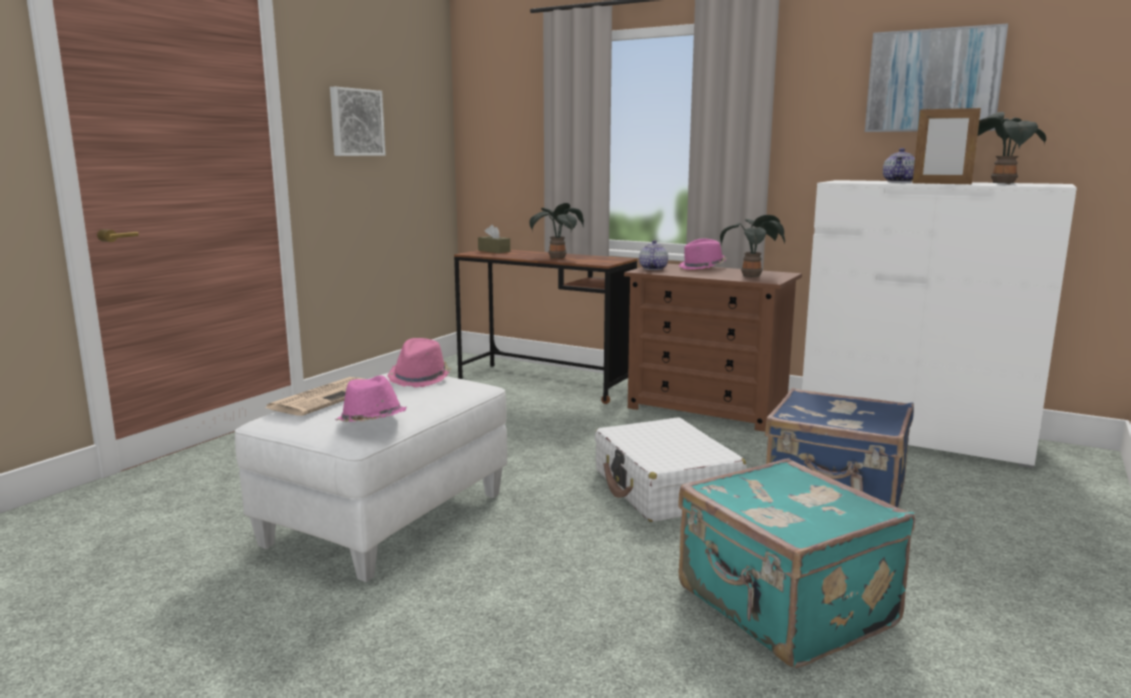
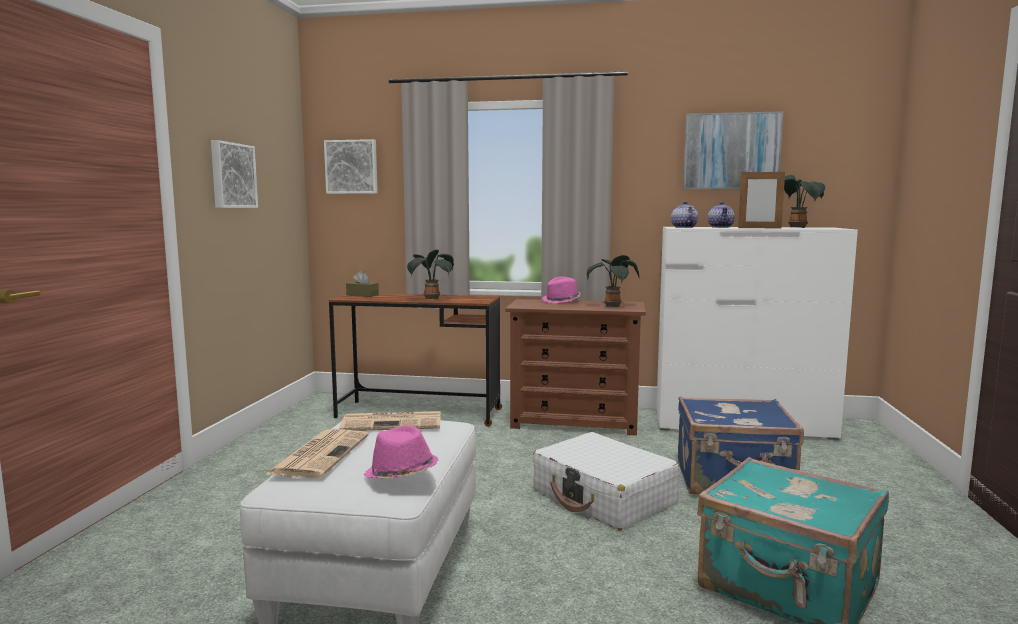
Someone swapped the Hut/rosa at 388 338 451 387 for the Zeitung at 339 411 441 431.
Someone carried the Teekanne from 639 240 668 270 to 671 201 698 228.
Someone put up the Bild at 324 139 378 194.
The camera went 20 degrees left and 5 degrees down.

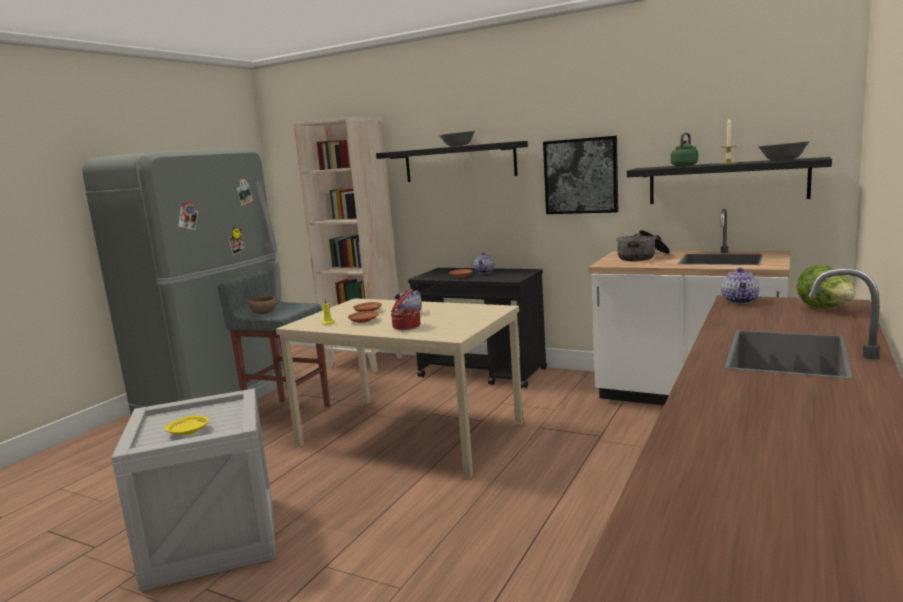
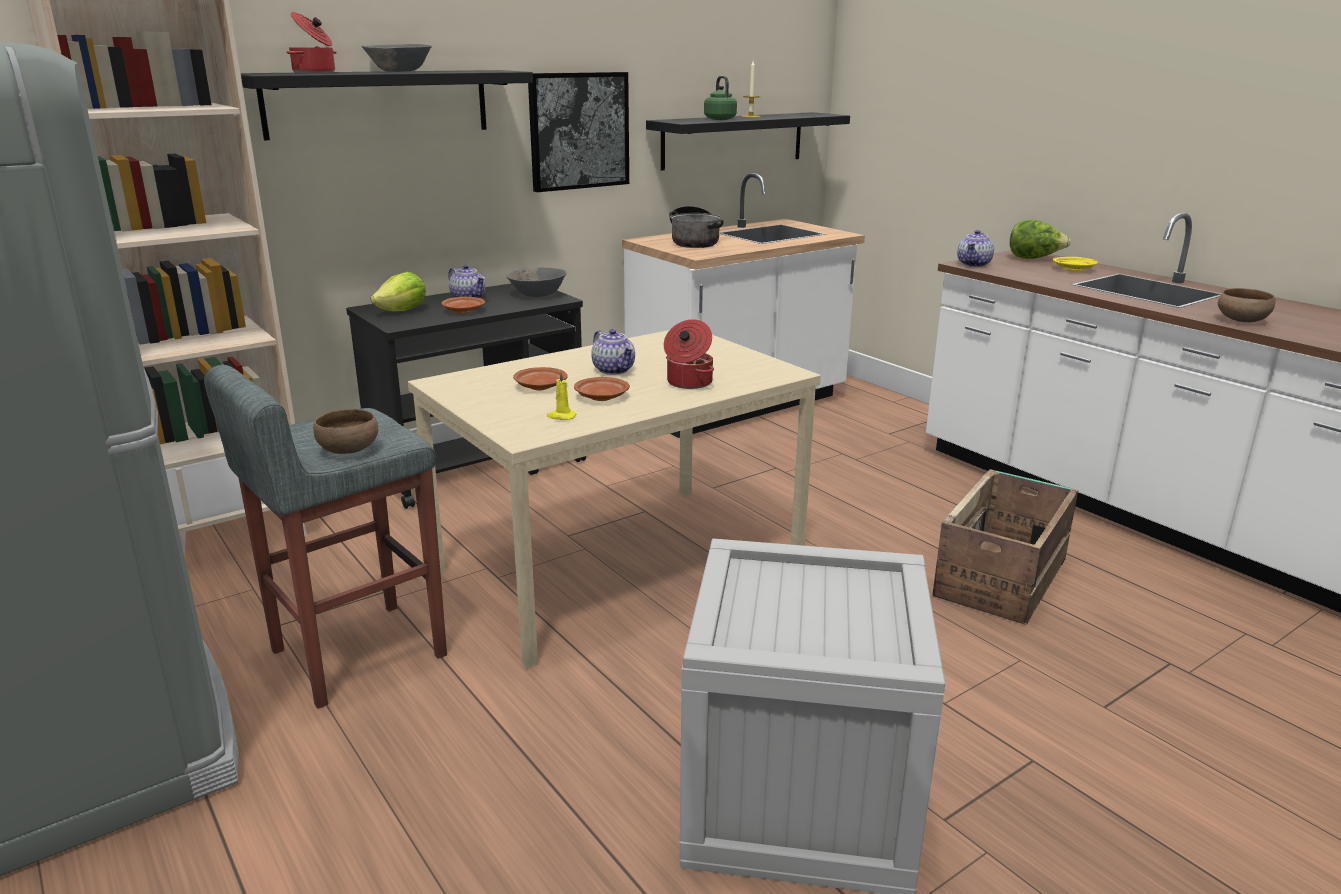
Someone carried the Teller/gelb from 165 415 209 435 to 1053 257 1098 271.
Someone rotated the Teekanne at 721 268 759 304 by 75 degrees clockwise.
Someone carried the Schüssel/grau from 758 141 809 161 to 506 267 567 297.
Someone put down the Kochtopf at 286 12 337 73.
Someone put down the Salatkopf at 371 272 426 311.
Someone put down the Kiste at 932 469 1078 625.
Someone put down the Schüssel/braun at 1218 288 1275 322.
The camera went 65 degrees left and 10 degrees up.

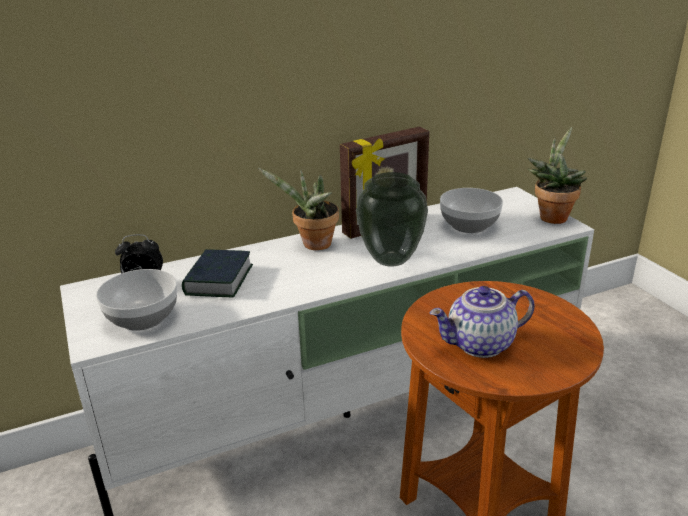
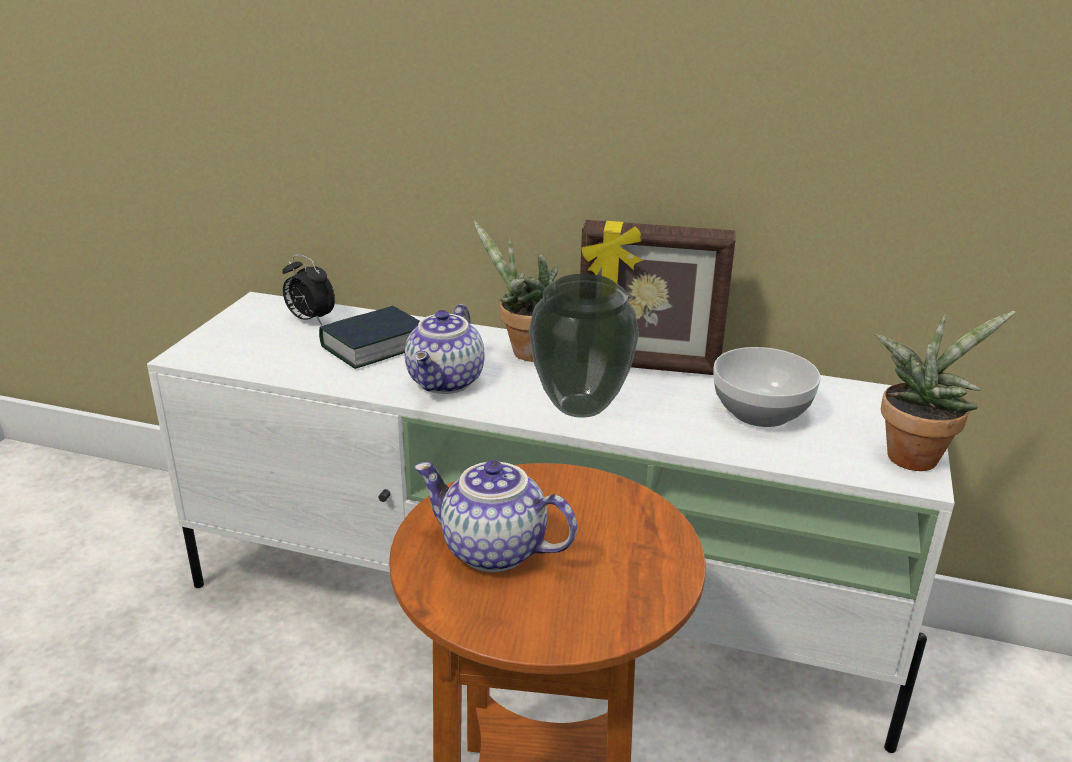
Someone took away the Schüssel at 96 269 177 331.
Someone put down the Teekanne at 405 304 485 394.
The camera went 40 degrees right and 0 degrees up.

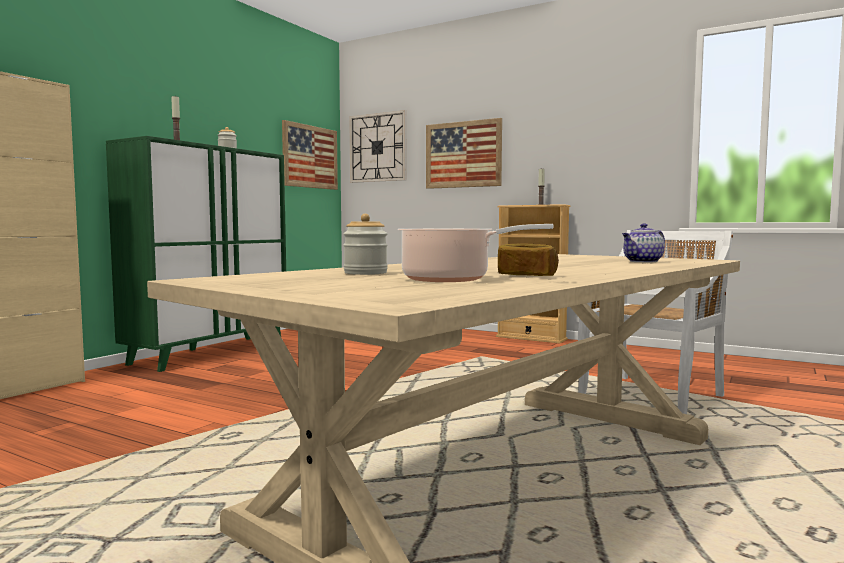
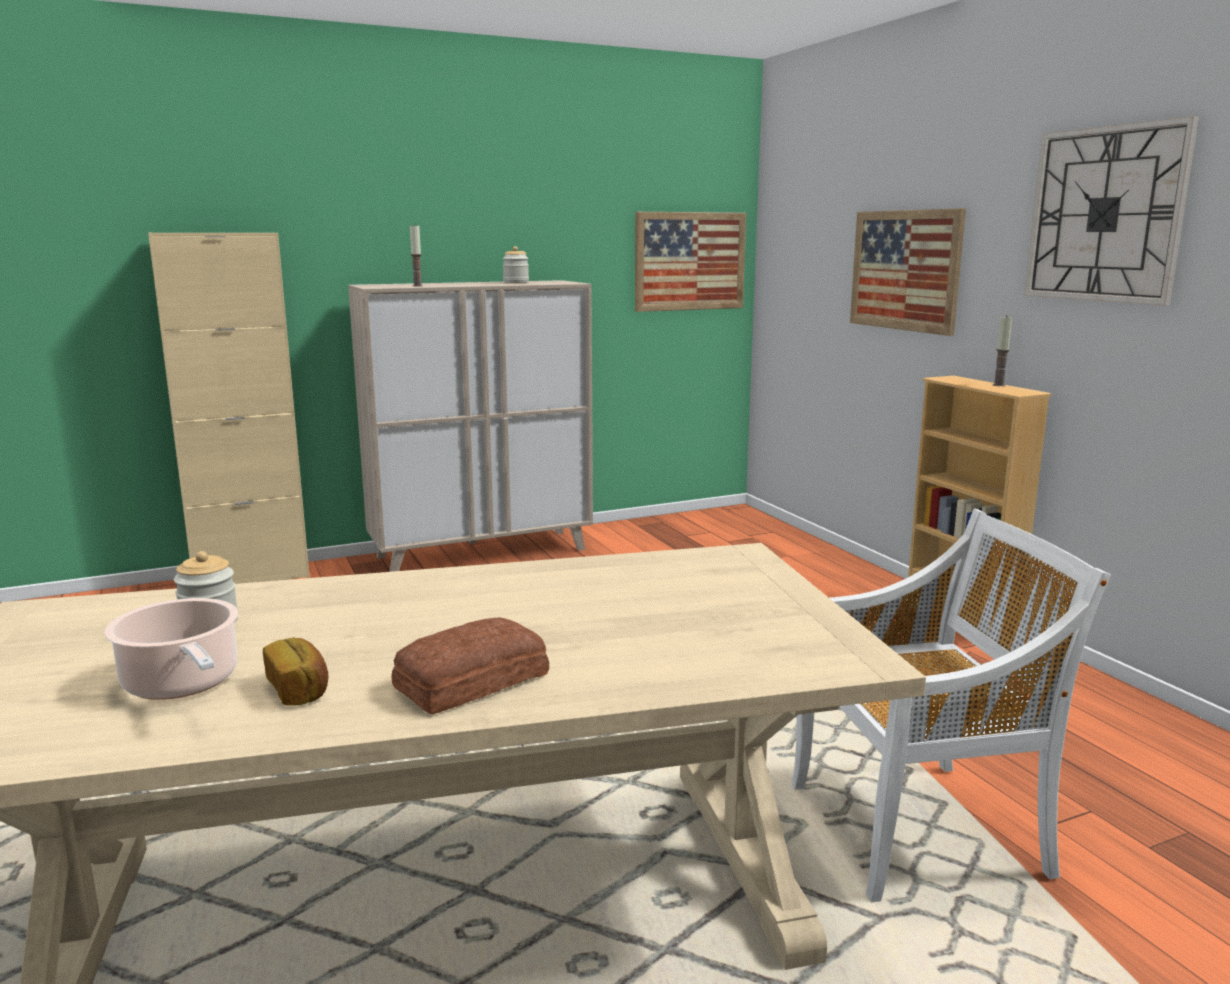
Someone repainted the Schrank/grün at 106 136 286 372, which became the Schrank/beige at 348 280 593 572.
Someone carried the Wanduhr from 349 110 406 183 to 1024 116 1199 305.
Someone took away the Teekanne at 622 223 665 262.
Someone put down the Brot at 392 618 549 715.
The camera went 35 degrees right and 10 degrees up.

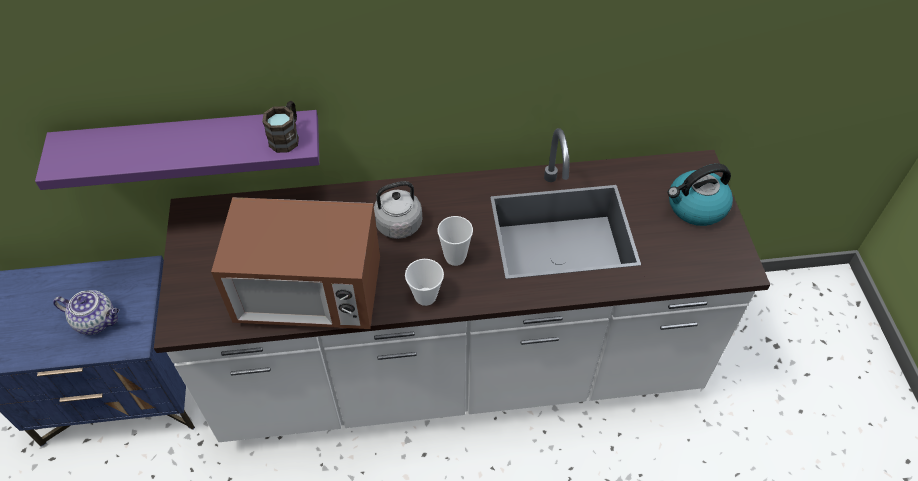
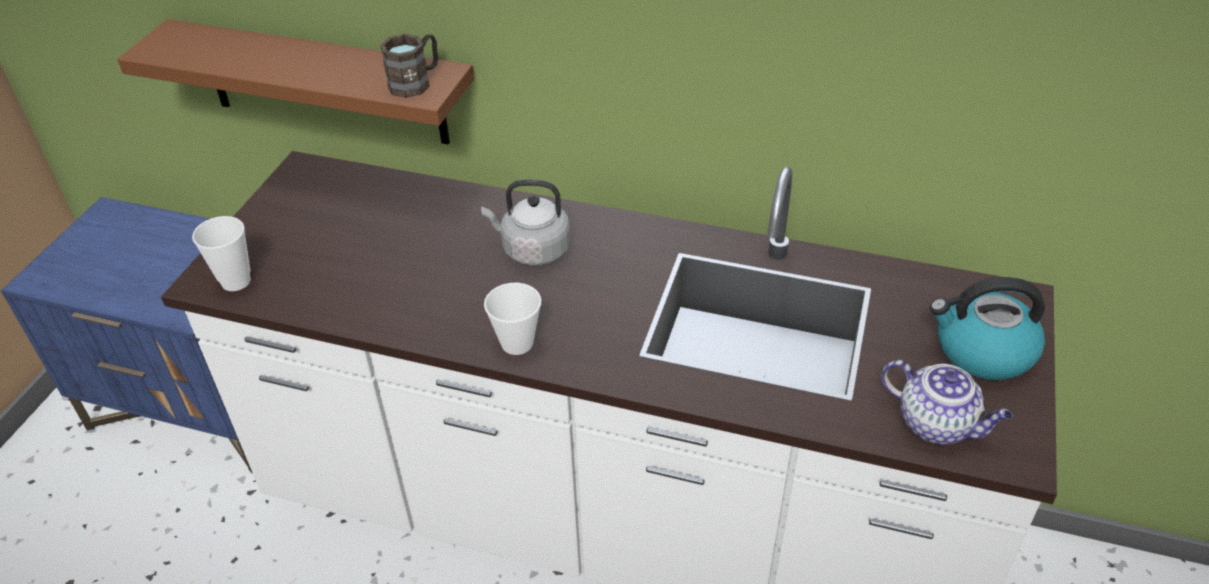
Someone repainted the Wandregal/lila at 35 110 319 190, which became the Wandregal/braun at 117 19 474 145.
Someone carried the Teekanne from 53 290 119 335 to 882 360 1013 445.
Someone took away the Mikrowelle at 211 197 380 329.
Someone carried the Tasse from 437 216 473 266 to 192 216 251 291.
The camera went 25 degrees right and 10 degrees down.

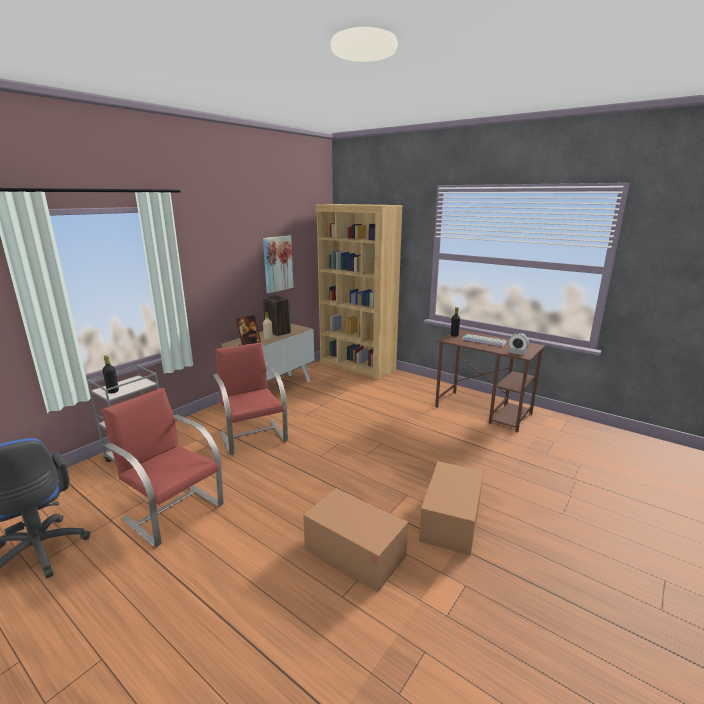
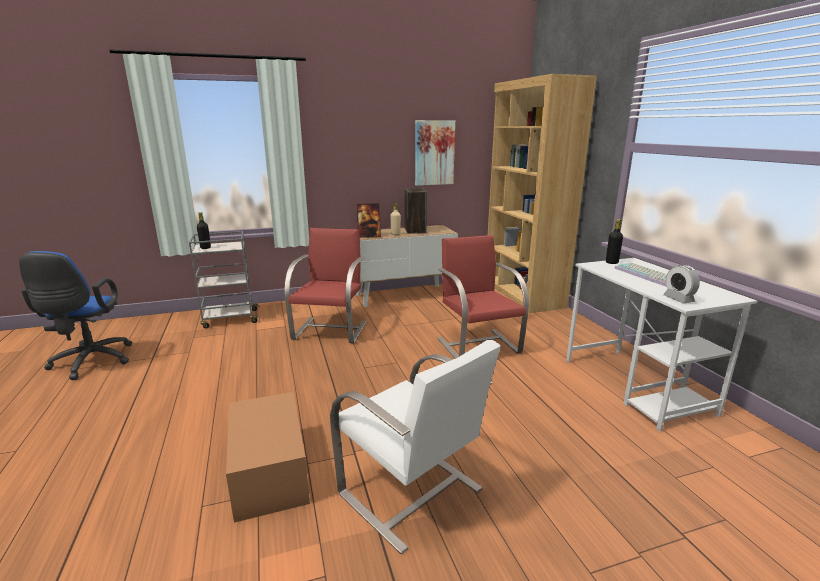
Someone carried the Stuhl/rot from 101 388 224 547 to 437 235 529 359.
Someone swapped the Karton at 419 461 483 556 for the Stuhl/weiß at 330 340 501 554.
Someone repainted the Schreibtisch/braun at 435 329 545 432, which became the Schreibtisch/weiß at 566 258 757 431.
The camera went 35 degrees right and 0 degrees up.

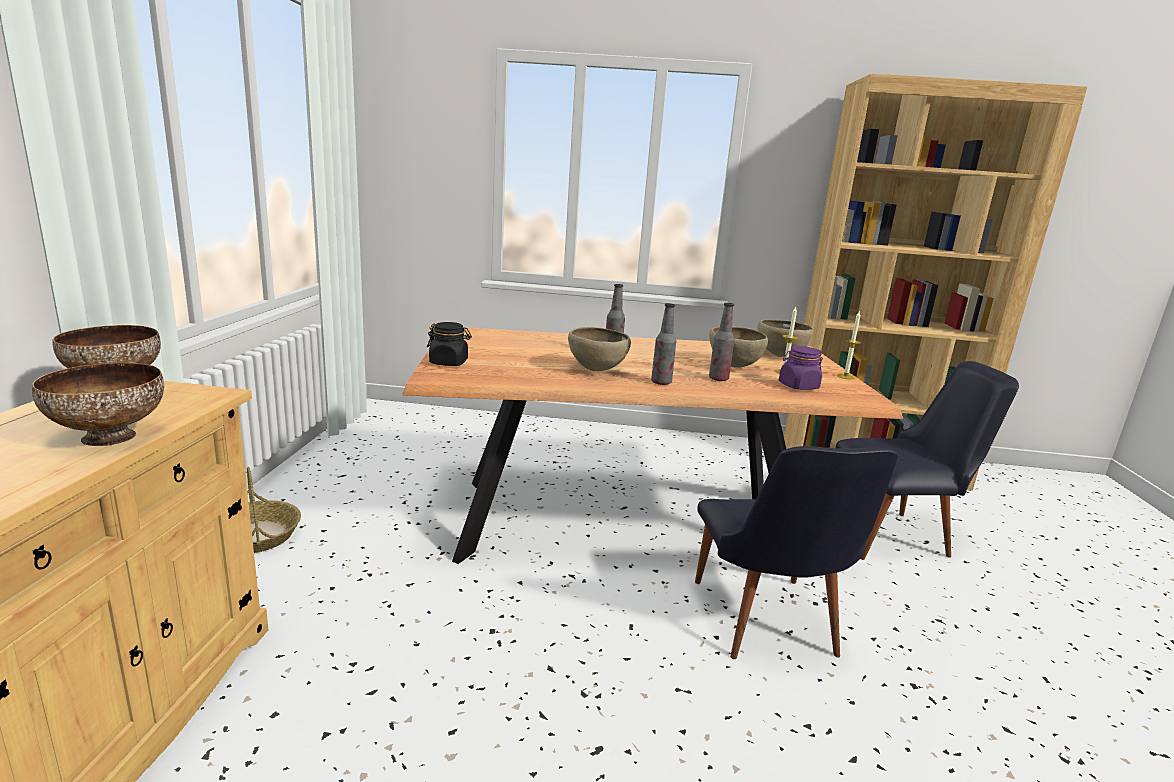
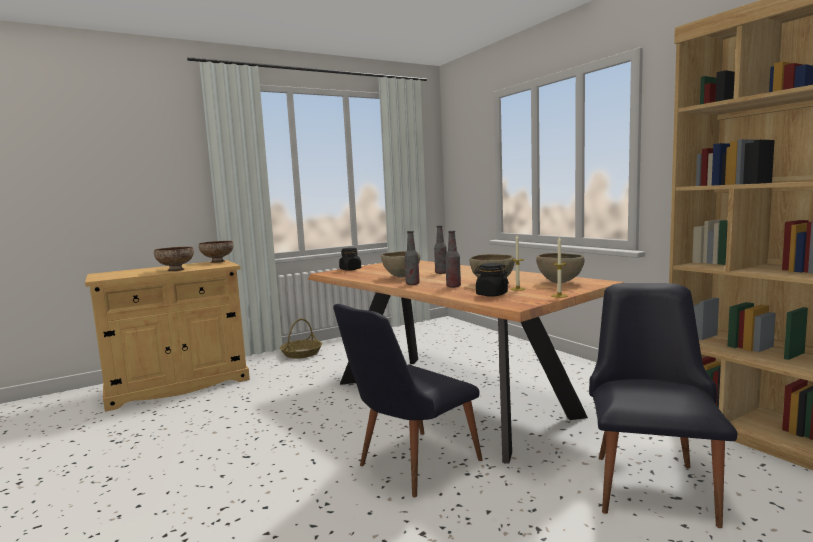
Someone repainted the Vorratsglas/lila at 779 346 823 390, which became the Vorratsglas/schwarz at 474 263 509 297.
Someone rotated the Stuhl/schwarz at 836 361 1019 560 by 120 degrees counterclockwise.
The camera went 55 degrees right and 10 degrees down.

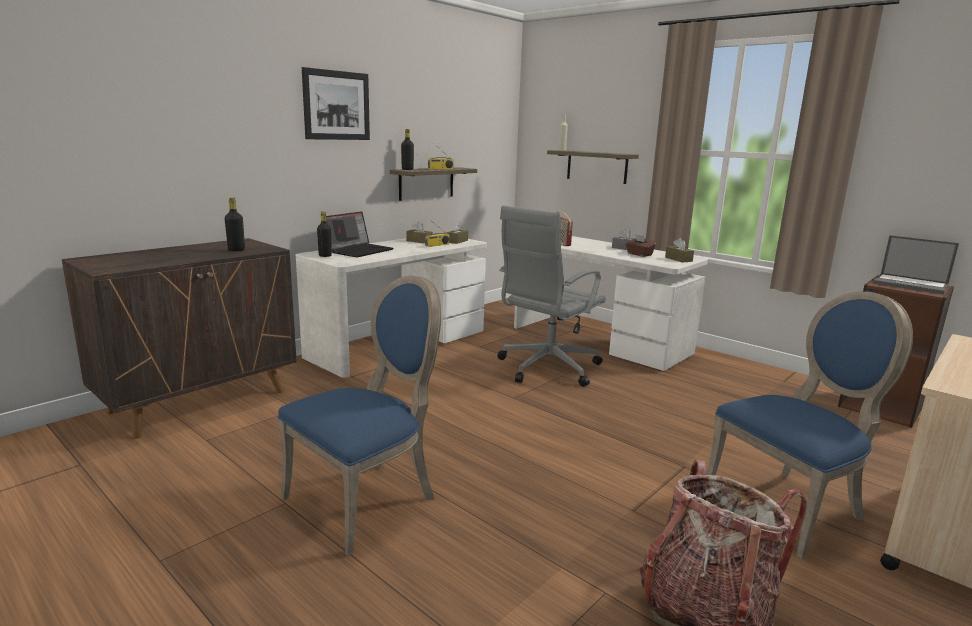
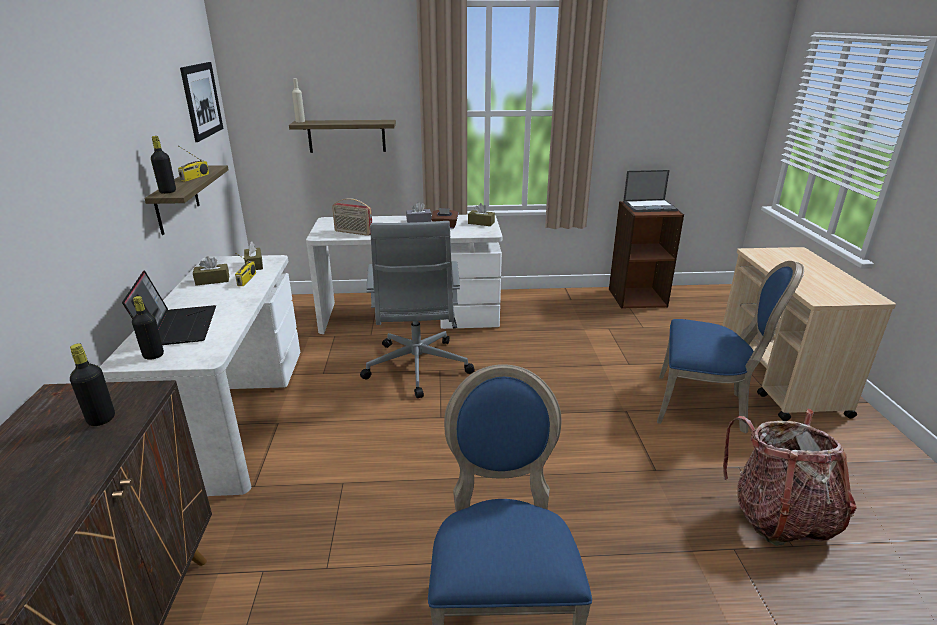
Someone carried the Bild from 302 67 370 140 to 180 62 223 142.
Someone rotated the Stuhl/blau at 706 291 913 559 by 90 degrees clockwise.
The camera went 45 degrees left and 10 degrees up.

